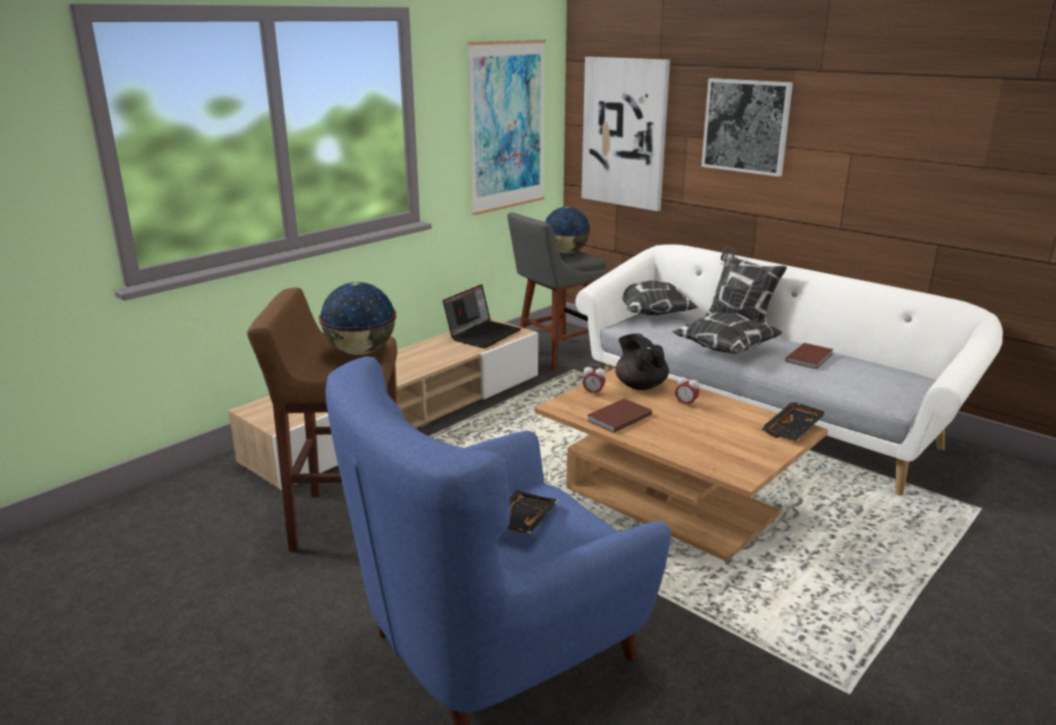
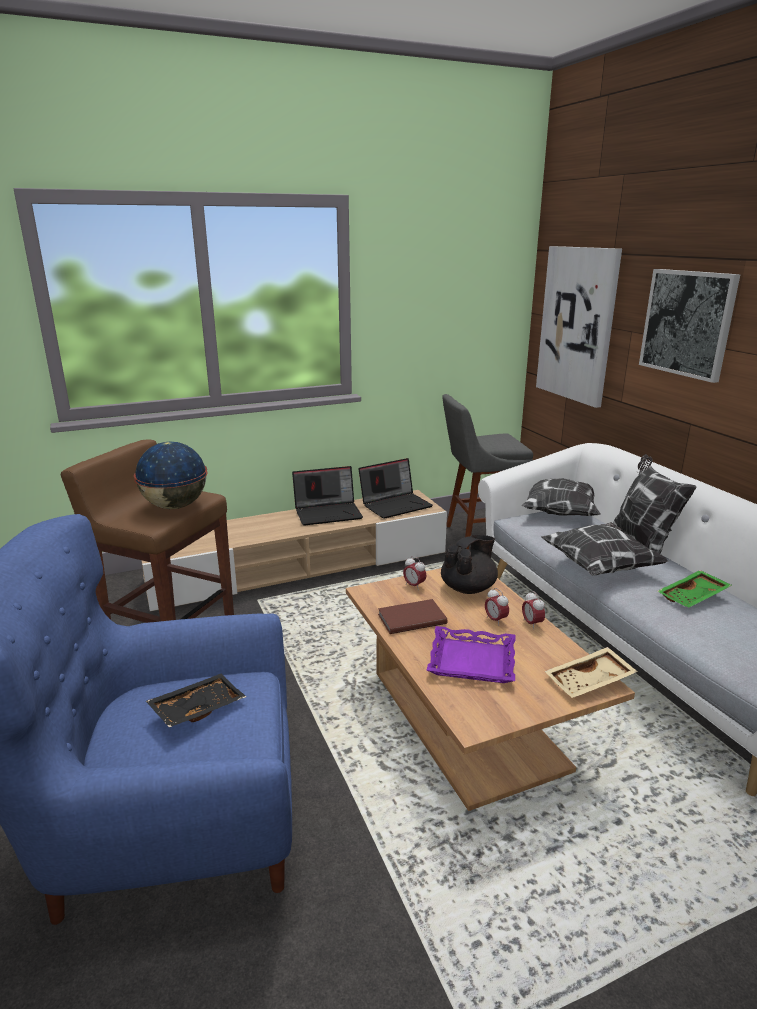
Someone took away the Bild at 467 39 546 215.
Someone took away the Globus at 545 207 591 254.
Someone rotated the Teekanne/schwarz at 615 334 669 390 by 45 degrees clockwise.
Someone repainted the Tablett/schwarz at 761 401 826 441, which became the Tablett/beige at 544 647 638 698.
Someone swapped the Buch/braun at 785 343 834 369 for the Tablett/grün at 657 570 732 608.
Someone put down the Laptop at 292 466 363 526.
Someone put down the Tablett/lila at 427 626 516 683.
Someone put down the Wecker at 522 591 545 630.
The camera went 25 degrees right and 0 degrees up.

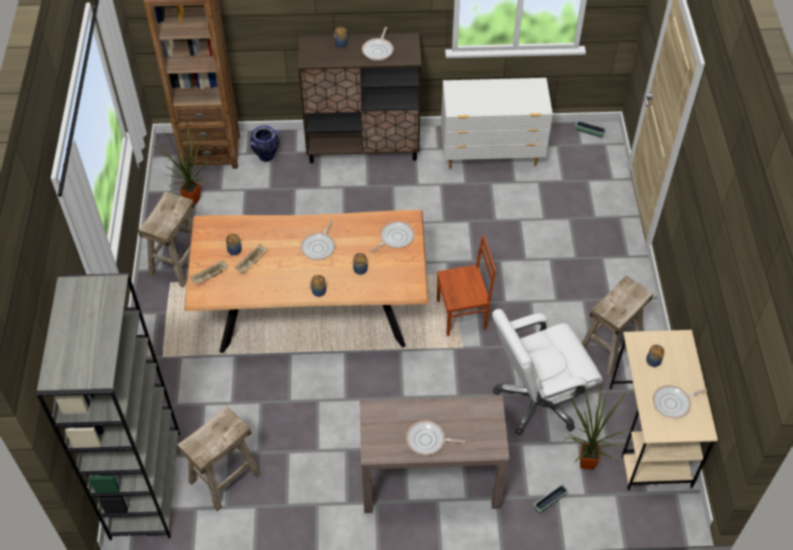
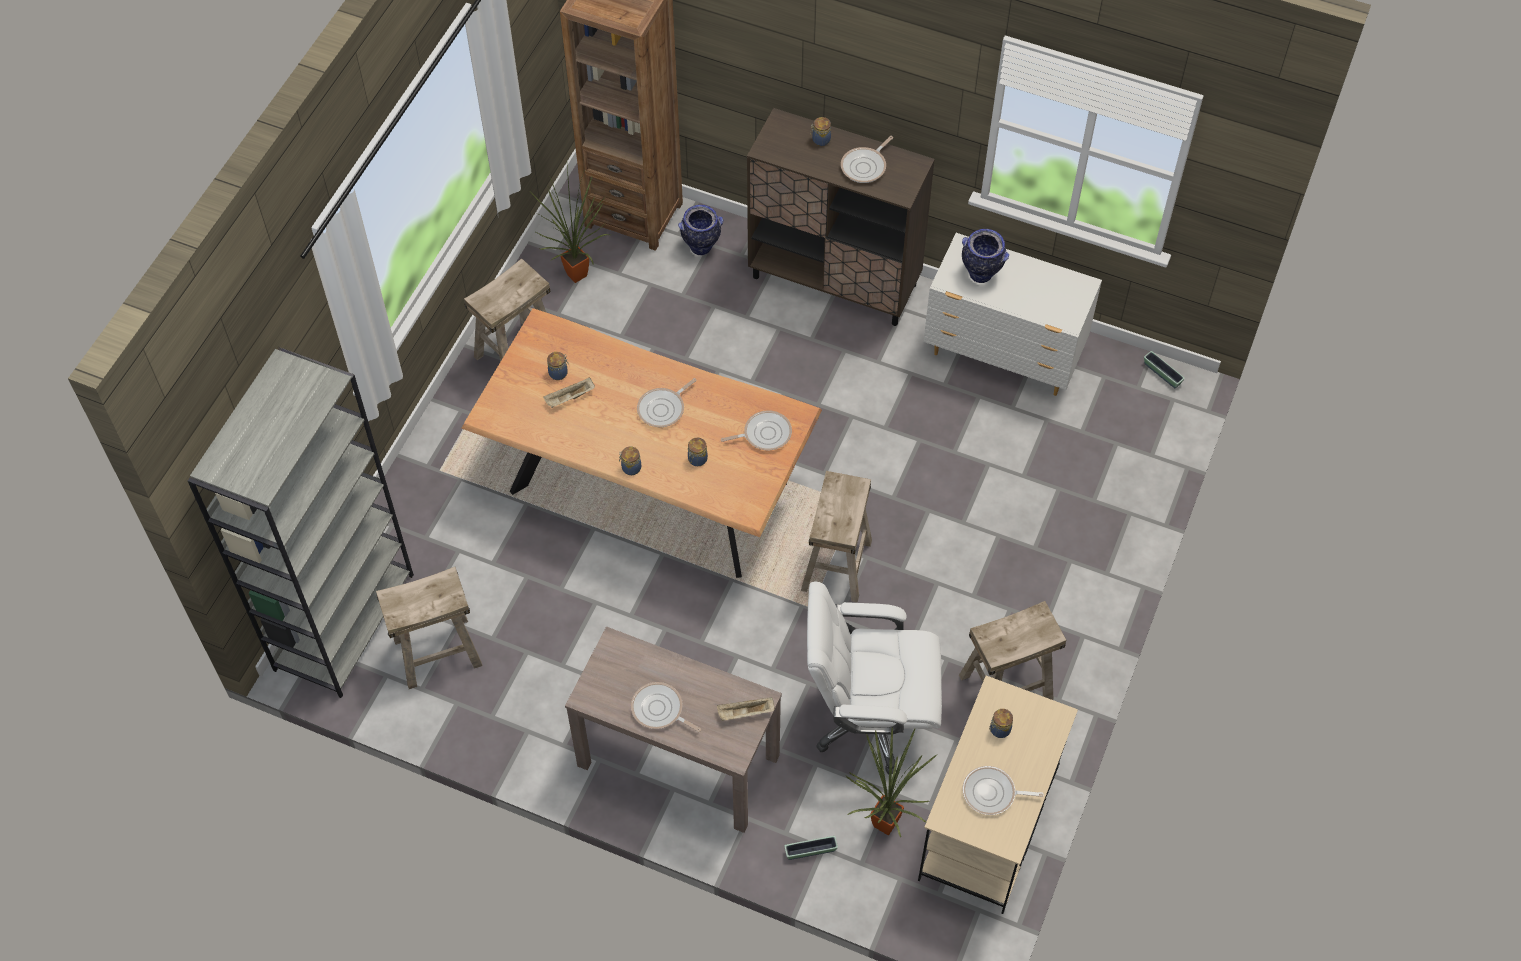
Someone carried the Tablett/beige from 190 260 228 285 to 717 697 775 721.
Someone swapped the Stuhl/braun at 437 235 496 336 for the Hocker/beige at 801 471 872 603.
Someone put down the Vase at 962 229 1009 283.
The camera went 25 degrees right and 5 degrees up.

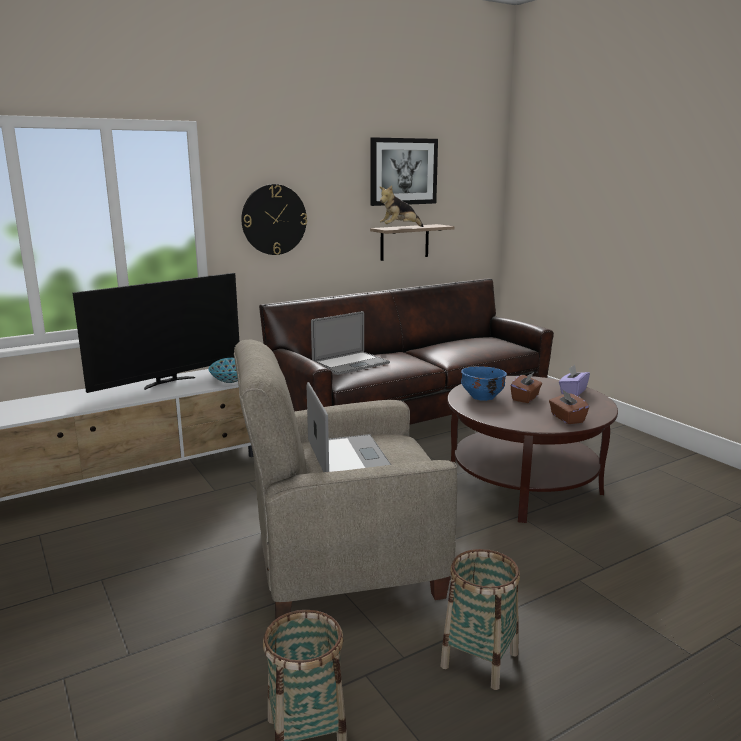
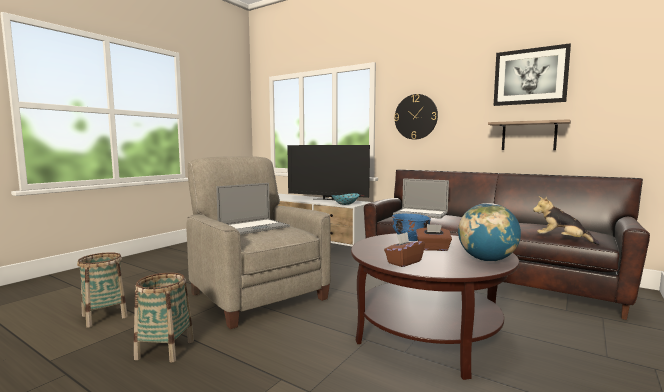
Someone carried the Plüschtier from 380 186 424 227 to 533 197 600 245.
Someone swapped the Taschentuchbox/lila at 559 365 590 396 for the Globus at 458 203 521 262.
The camera went 65 degrees right and 10 degrees down.

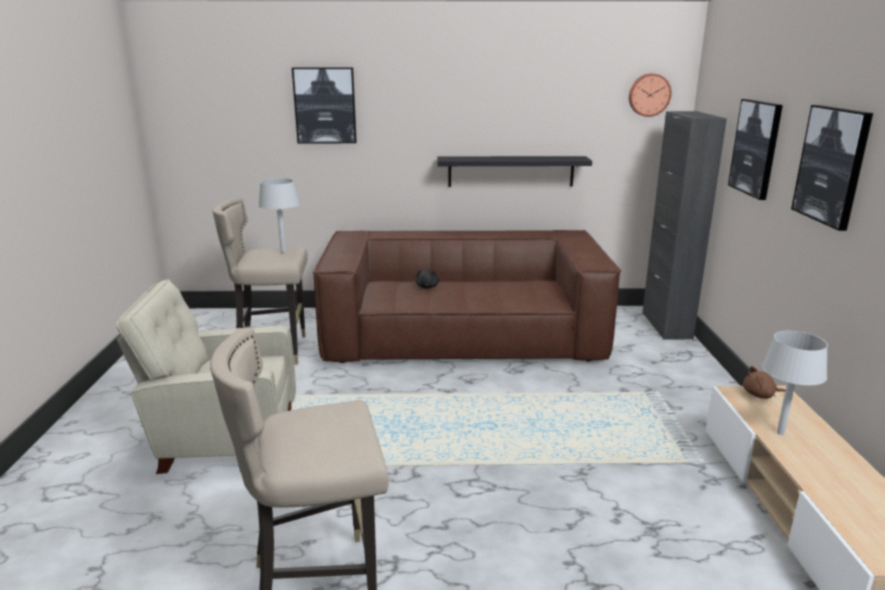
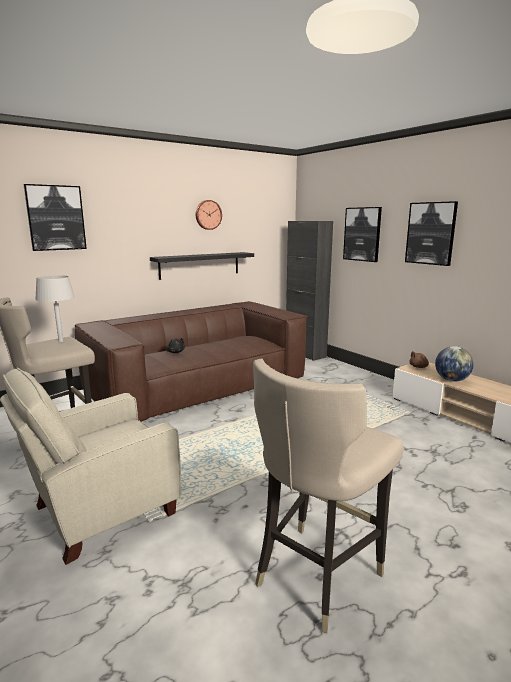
Someone carried the Wanduhr from 629 74 671 117 to 196 200 222 230.
Someone swapped the Tischlampe/grau at 762 331 828 435 for the Globus at 435 346 474 382.
The camera went 35 degrees left and 5 degrees down.

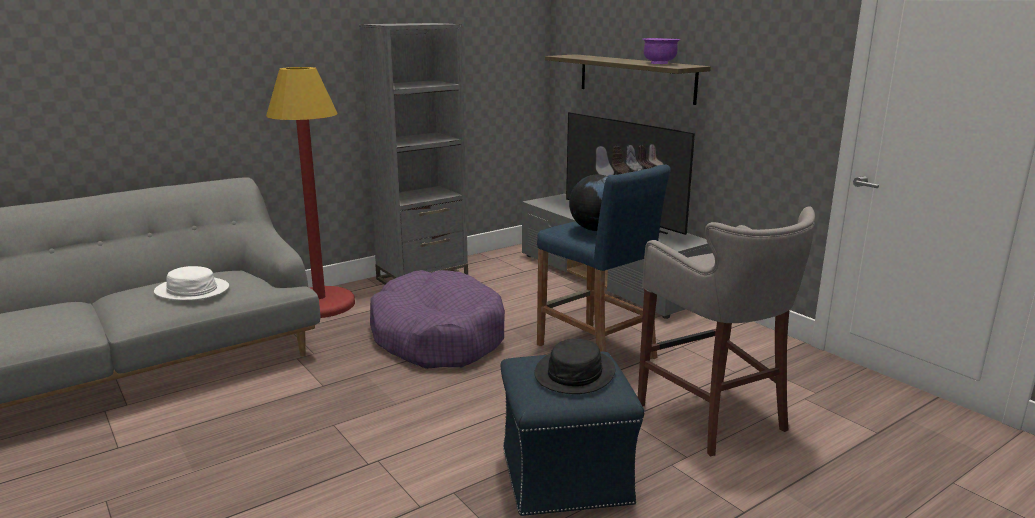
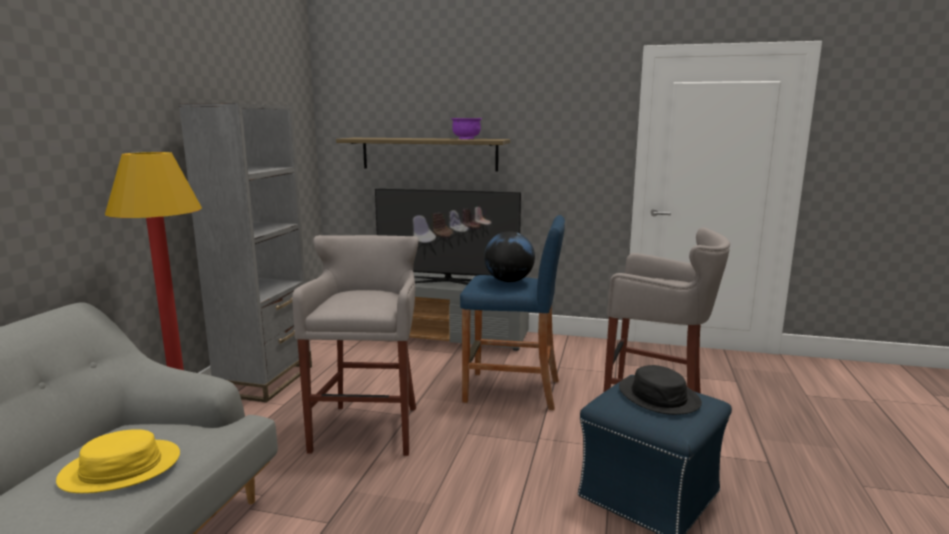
Someone repainted the Hut/weiß at 154 266 229 301, which became the Hut/gelb at 56 429 180 493.
Someone swapped the Hundebett/lila at 370 270 505 369 for the Hocker/grau at 292 235 419 456.
The camera went 40 degrees left and 5 degrees down.

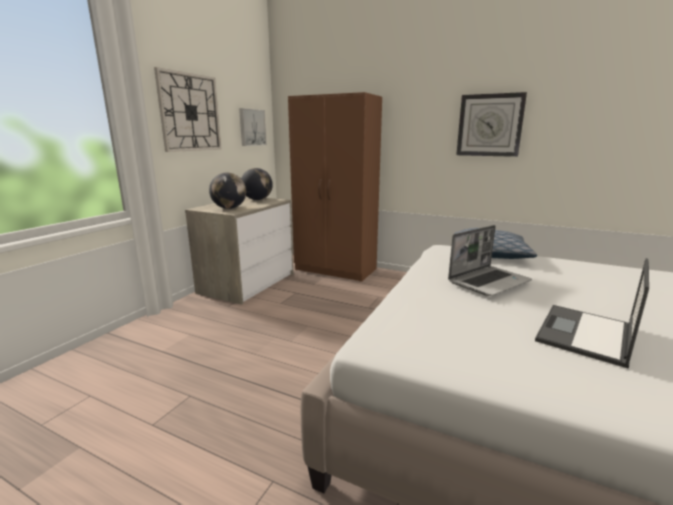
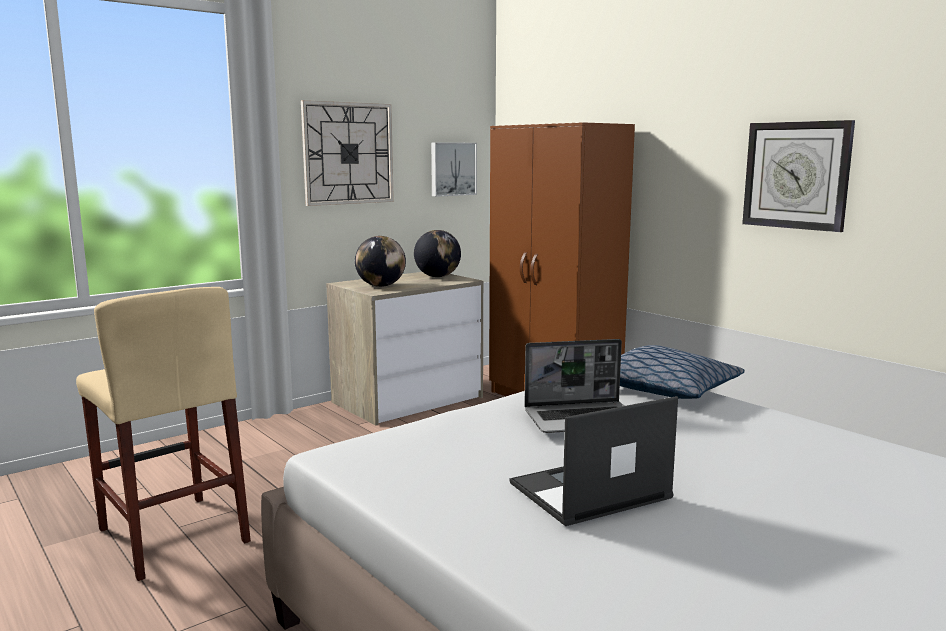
Someone put down the Hocker/beige at 76 287 251 581.
The camera went 25 degrees right and 5 degrees down.

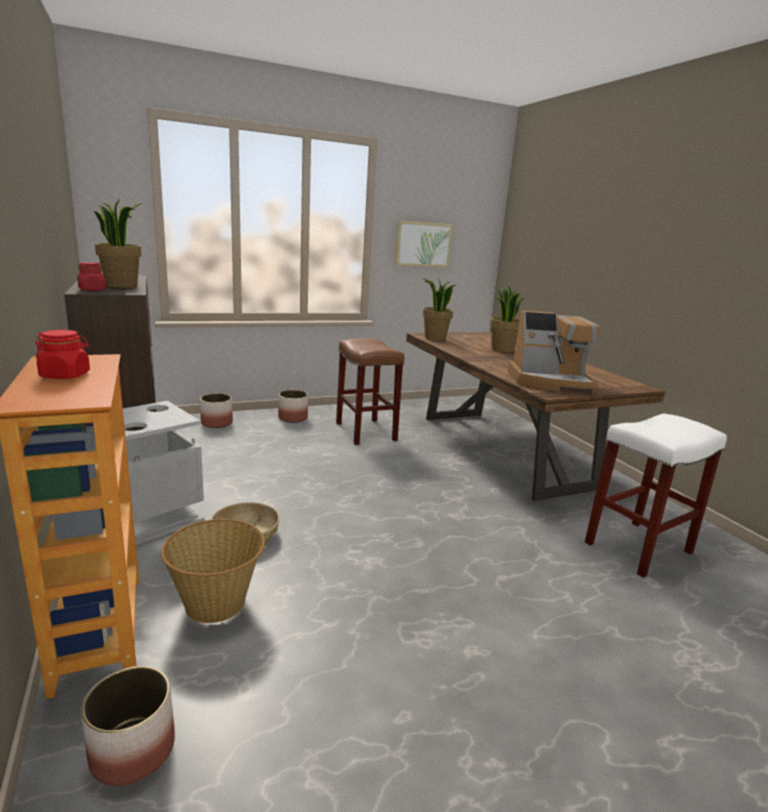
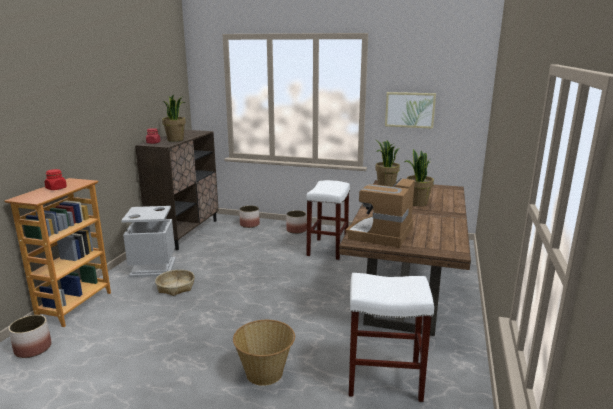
Someone carried the Korb from 161 519 265 623 to 233 320 295 386.
Someone repainted the Hocker/braun at 336 338 404 445, which became the Hocker/weiß at 306 180 350 260.
Someone rotated the Kaffeemaschine at 508 311 600 394 by 75 degrees clockwise.
The camera went 40 degrees right and 0 degrees up.

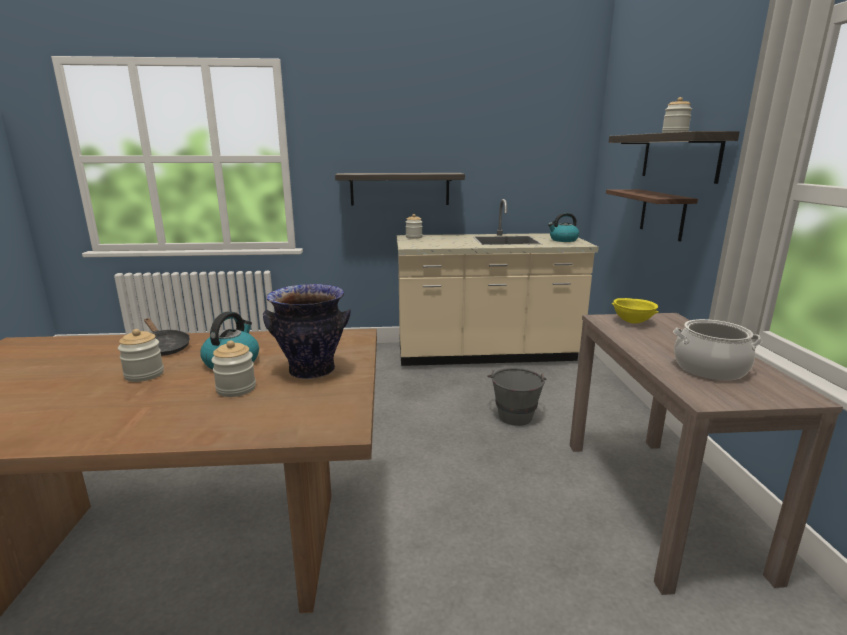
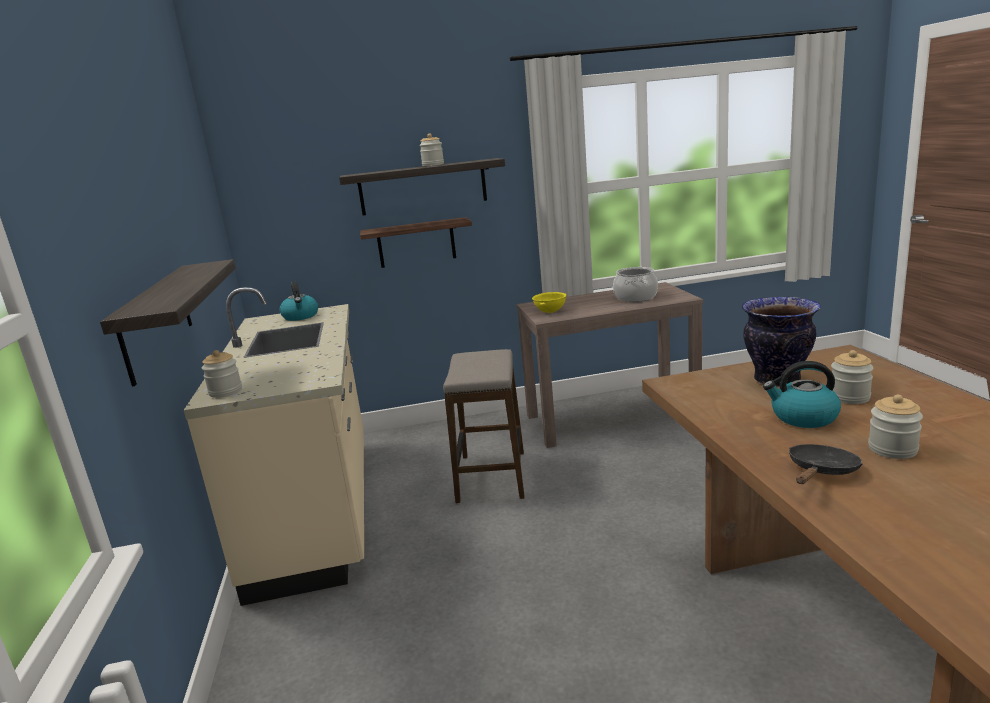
Someone swapped the Eimer/grau at 487 368 546 426 for the Hocker at 443 349 524 503.
The camera went 95 degrees left and 0 degrees up.

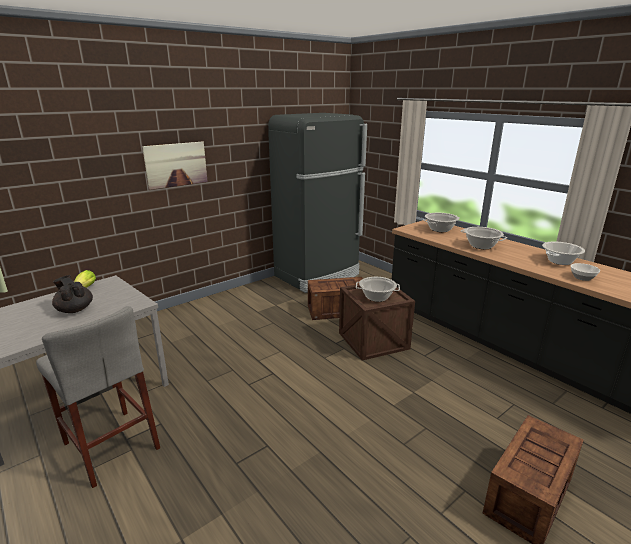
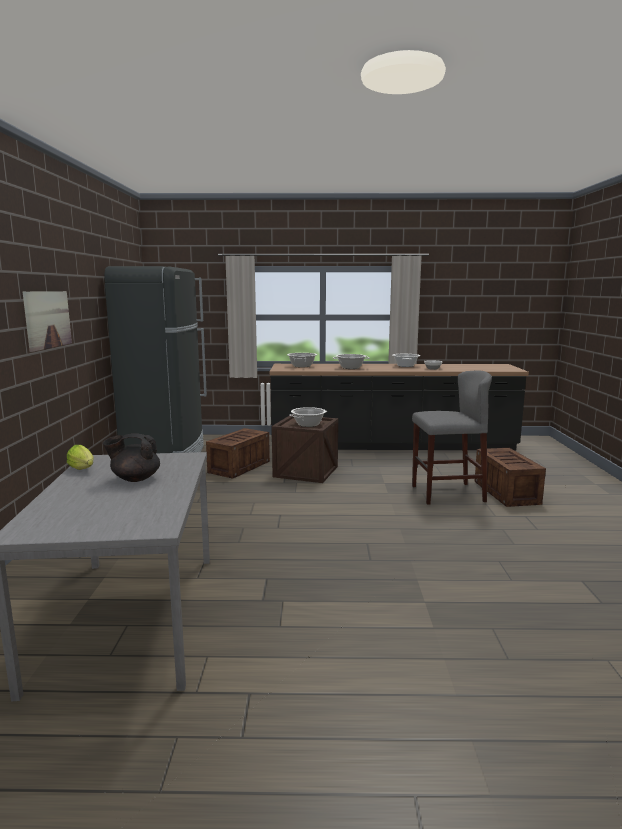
Someone carried the Hocker/grau from 36 306 160 488 to 412 370 492 505.
The camera went 50 degrees left and 10 degrees down.

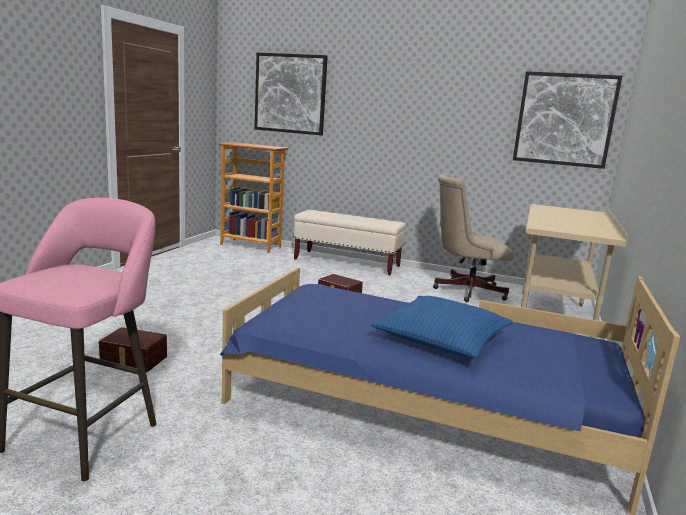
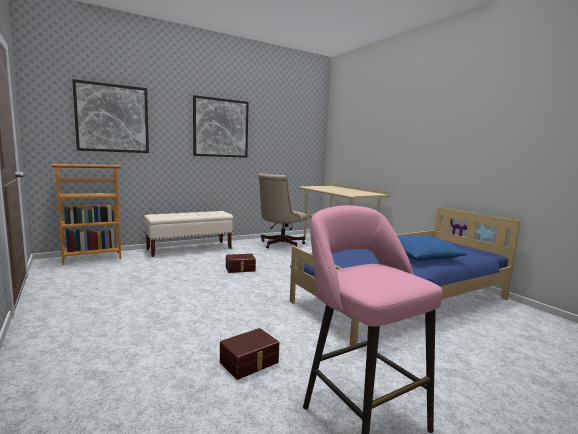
Someone carried the Bild from 513 71 622 169 to 193 95 249 158.
The camera went 50 degrees left and 5 degrees down.

